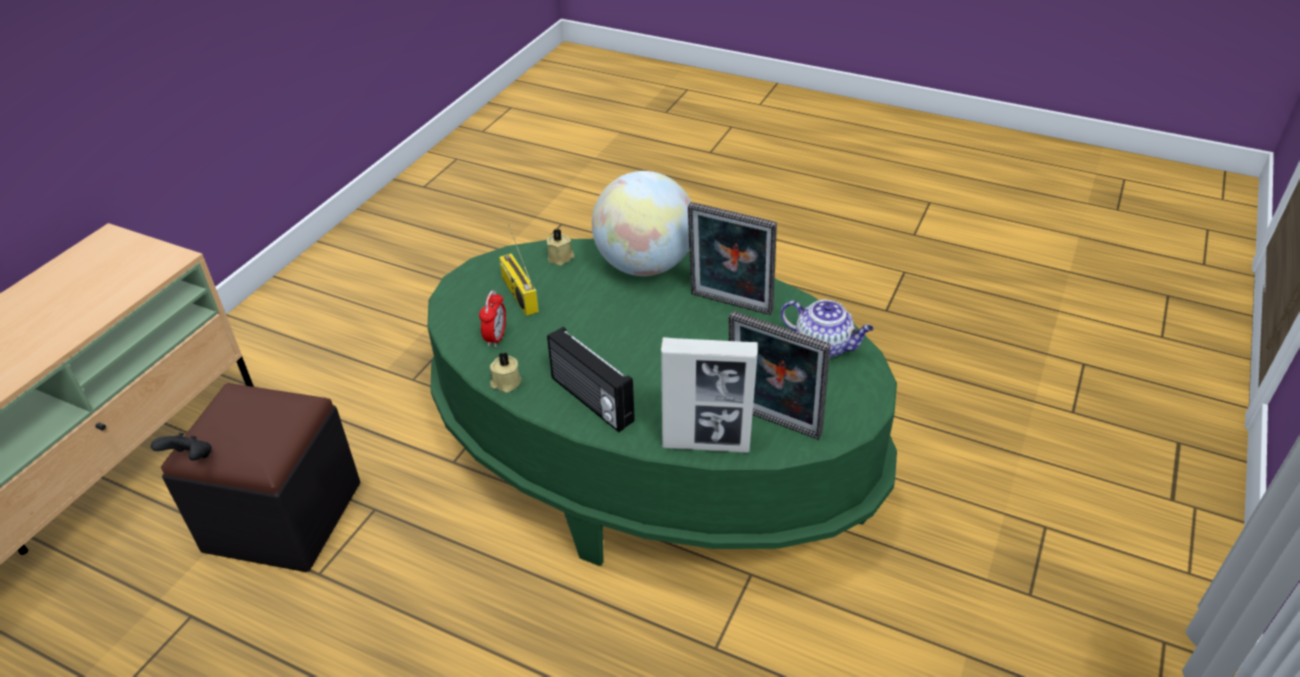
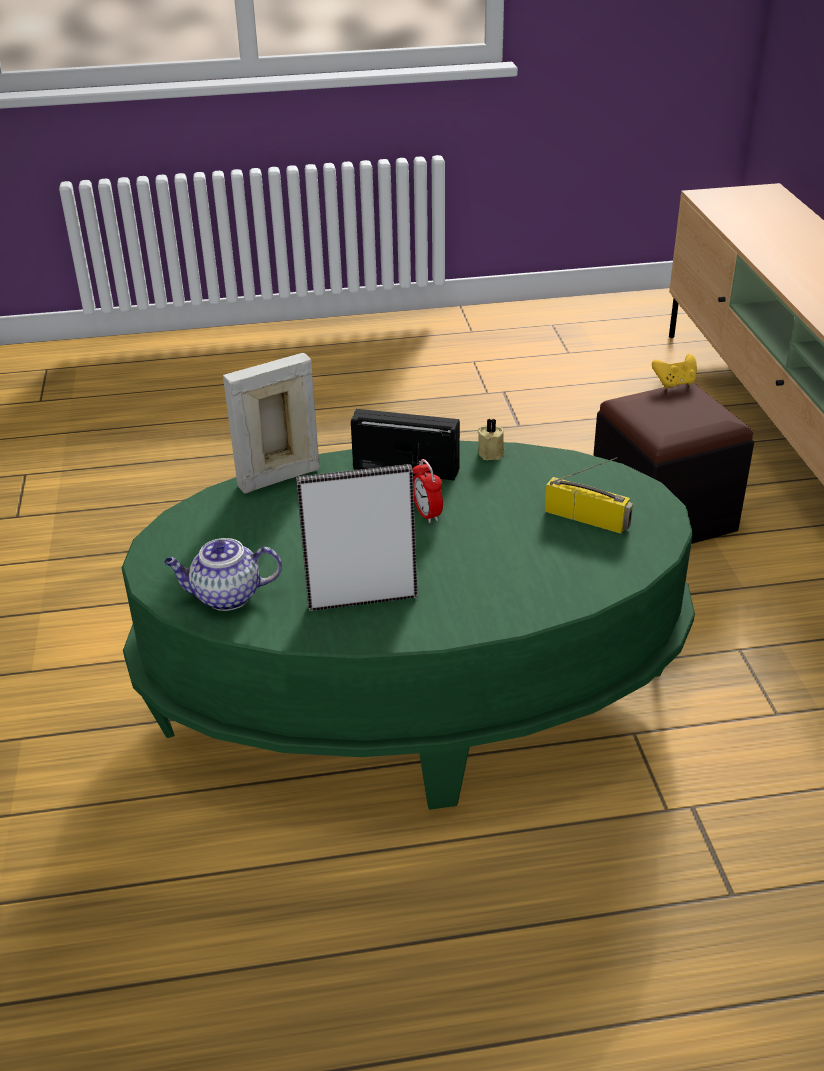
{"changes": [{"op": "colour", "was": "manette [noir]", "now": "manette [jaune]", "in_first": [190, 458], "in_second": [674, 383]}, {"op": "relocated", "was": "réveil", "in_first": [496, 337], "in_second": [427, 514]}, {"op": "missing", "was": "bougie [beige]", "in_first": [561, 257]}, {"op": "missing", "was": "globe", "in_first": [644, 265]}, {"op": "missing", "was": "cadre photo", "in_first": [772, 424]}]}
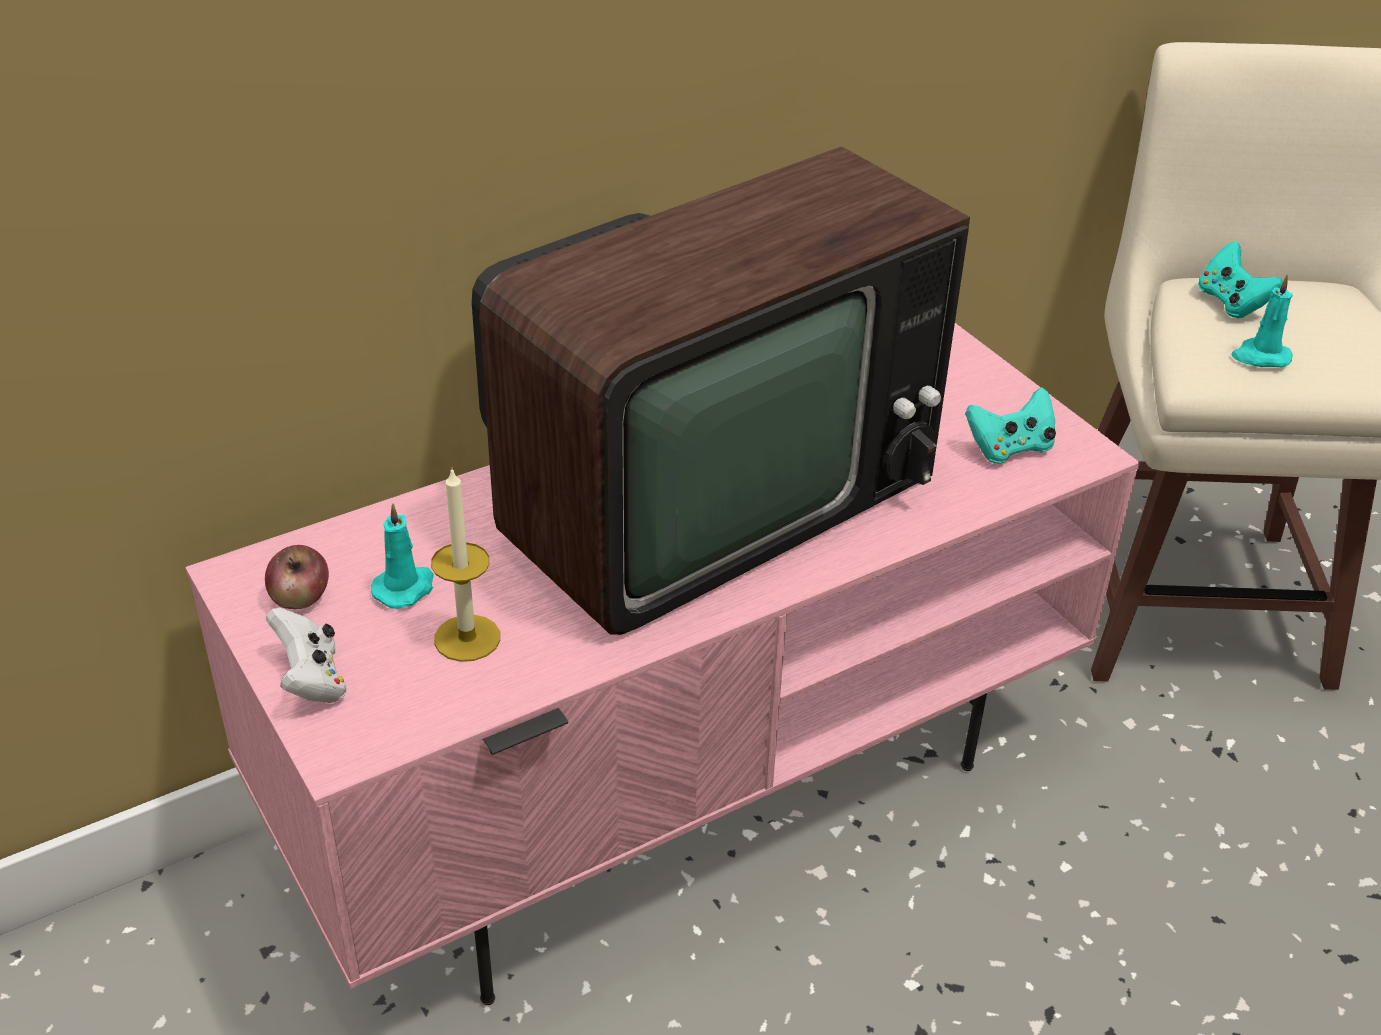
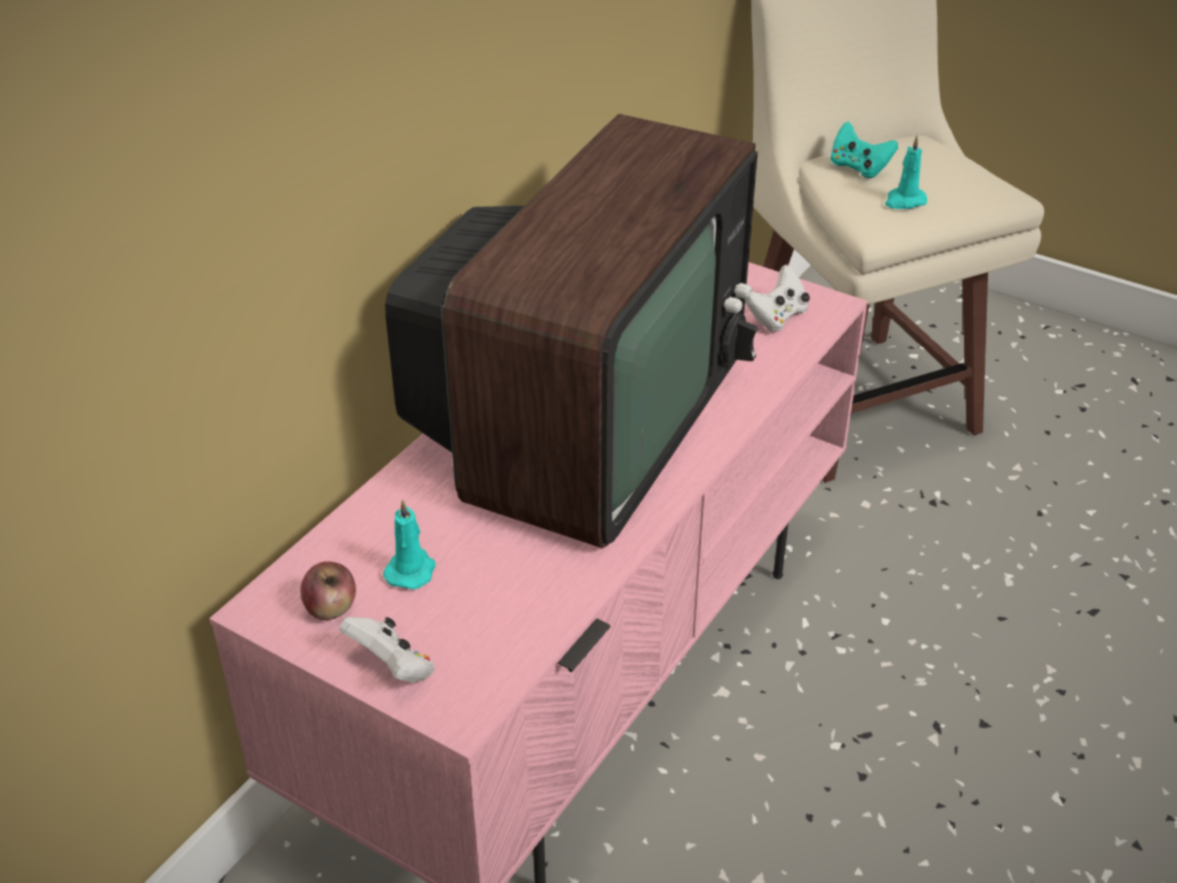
{"changes": [{"op": "missing", "was": "bougie", "in_first": [467, 638]}, {"op": "colour", "was": "manette [turquoise]", "now": "manette [blanc]", "in_first": [1010, 448], "in_second": [776, 317]}]}
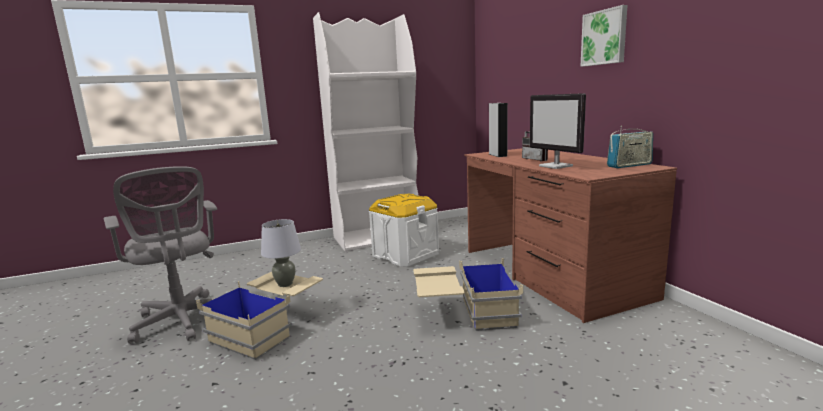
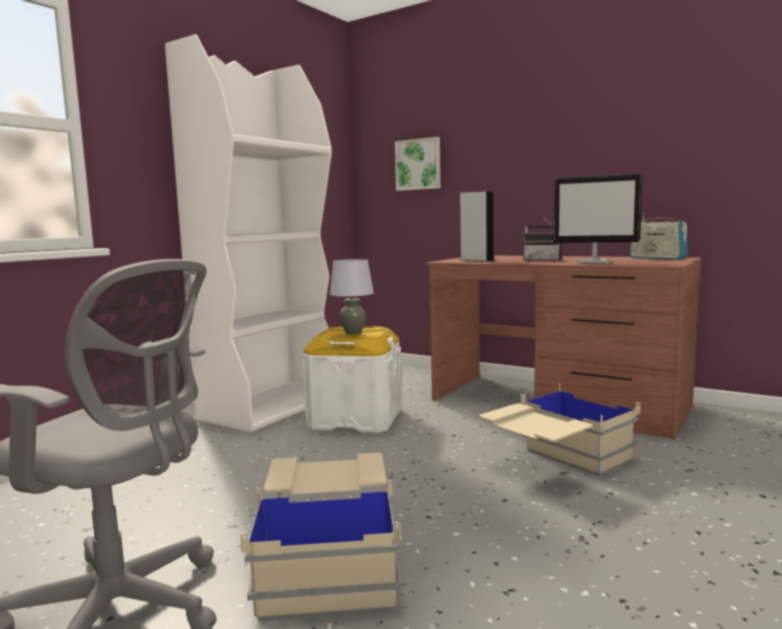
{"changes": [{"op": "relocated", "was": "lampe de table [gris]", "in_first": [285, 284], "in_second": [353, 333]}, {"op": "relocated", "was": "tableau", "in_first": [604, 37], "in_second": [418, 164]}, {"op": "spun", "was": "radio", "in_first": [629, 165], "in_second": [657, 258], "clockwise": 105}]}
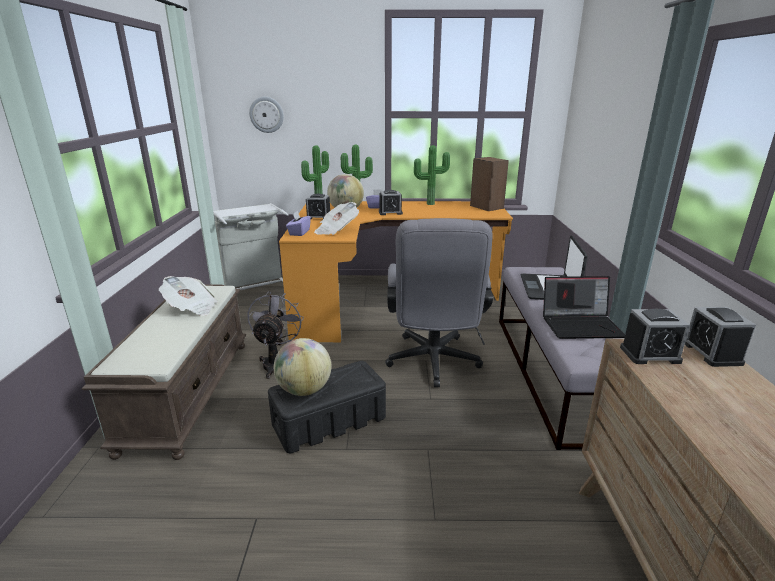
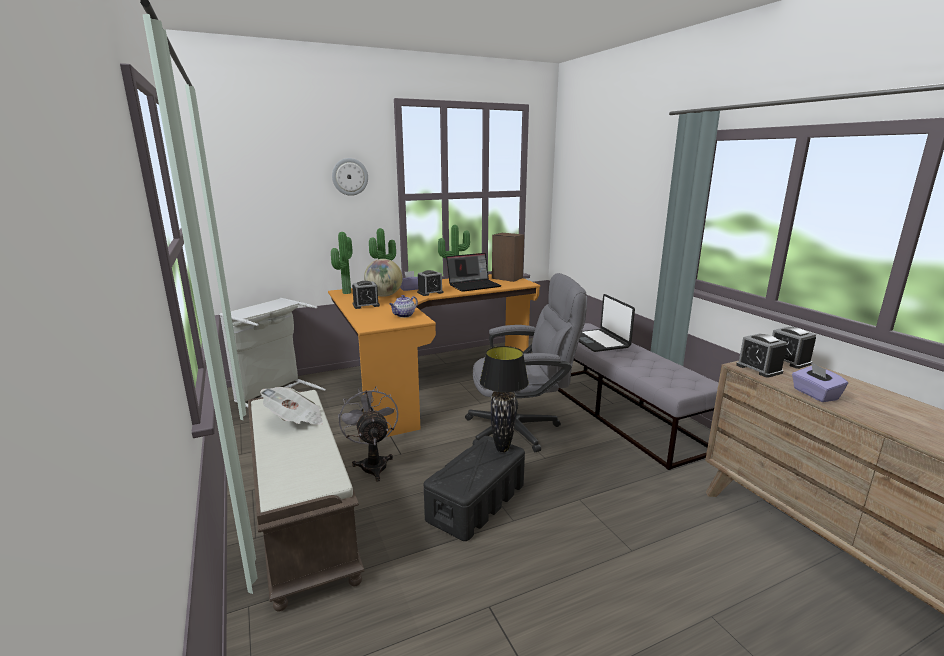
{"changes": [{"op": "relocated", "was": "horloge murale", "in_first": [266, 114], "in_second": [350, 176]}, {"op": "missing", "was": "globe", "in_first": [304, 390]}, {"op": "relocated", "was": "boîte à mouchoirs [violet]", "in_first": [299, 233], "in_second": [814, 394]}, {"op": "exchanged", "was": "journal", "now": "théière", "in_first": [336, 230], "in_second": [404, 315]}, {"op": "spun", "was": "chaise de bureau [gris]", "in_first": [433, 364], "in_second": [521, 428], "clockwise": -75}, {"op": "relocated", "was": "ordinateur portable", "in_first": [581, 325], "in_second": [474, 285]}, {"op": "spun", "was": "réveil", "in_first": [650, 354], "in_second": [759, 369], "clockwise": 90}, {"op": "appeared", "now": "lampe de table [noir]", "in_second": [502, 449]}]}
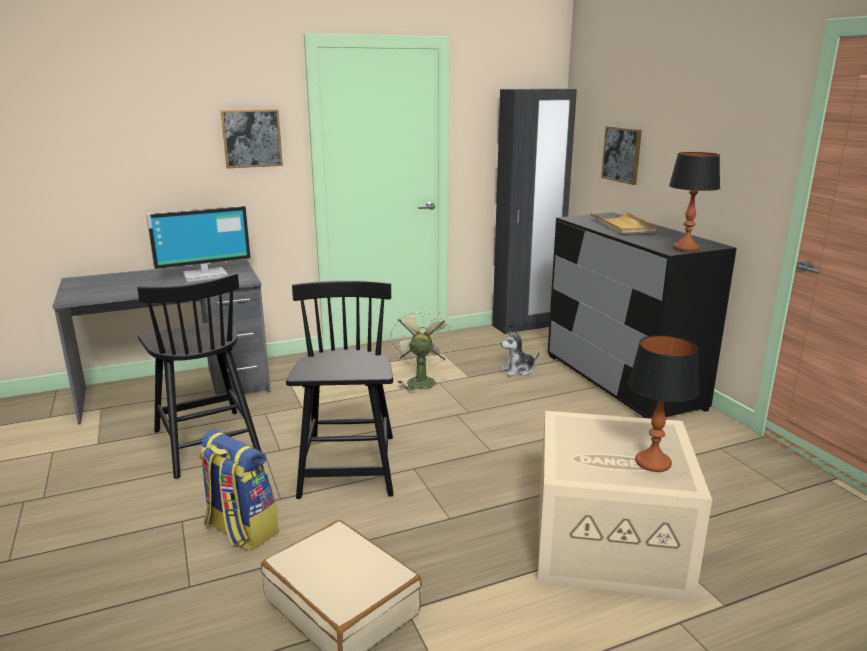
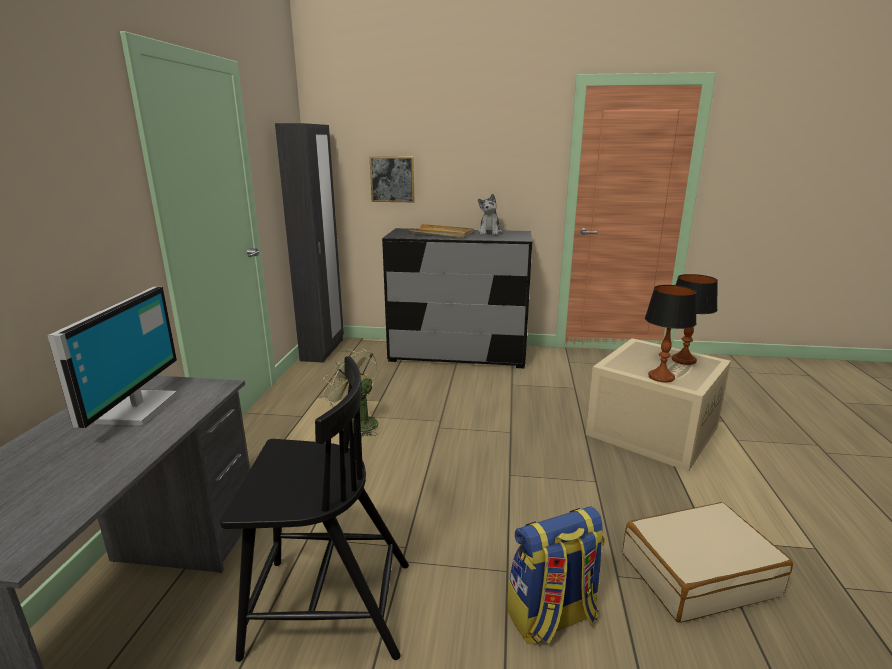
{"changes": [{"op": "missing", "was": "tableau", "in_first": [252, 138]}, {"op": "missing", "was": "chaise [noir]", "in_first": [348, 467]}, {"op": "relocated", "was": "peluche", "in_first": [518, 370], "in_second": [490, 232]}, {"op": "relocated", "was": "lampe de table", "in_first": [686, 248], "in_second": [661, 377]}]}
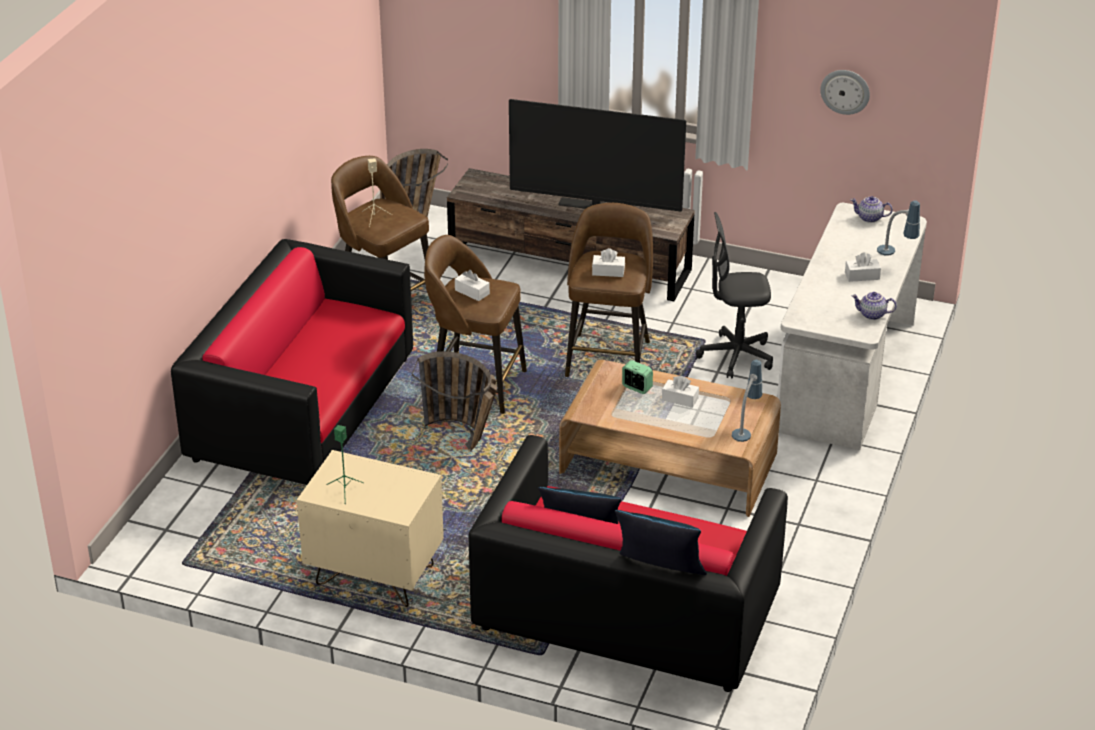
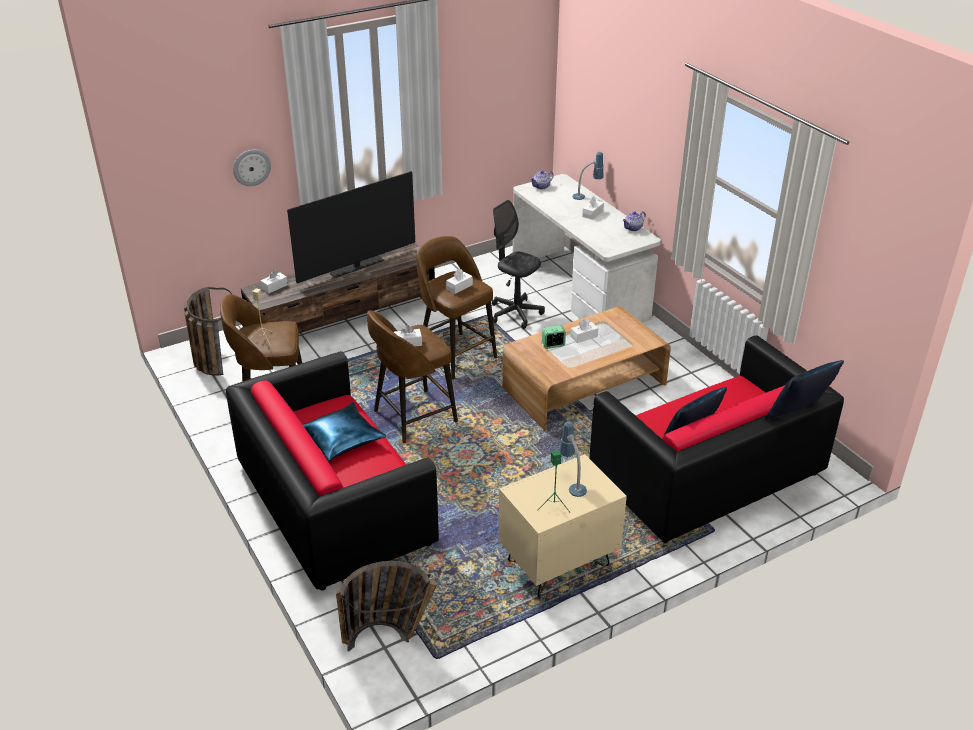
{"changes": [{"op": "relocated", "was": "panier", "in_first": [464, 440], "in_second": [390, 637]}, {"op": "spun", "was": "chaise de bureau [gris]", "in_first": [736, 356], "in_second": [515, 313], "clockwise": 90}, {"op": "relocated", "was": "lampe de table", "in_first": [746, 428], "in_second": [572, 482]}, {"op": "relocated", "was": "horloge murale", "in_first": [845, 91], "in_second": [251, 167]}, {"op": "appeared", "now": "boîte à mouchoirs [blanc]", "in_second": [274, 287]}, {"op": "appeared", "now": "coussin [bleu]", "in_second": [341, 439]}]}
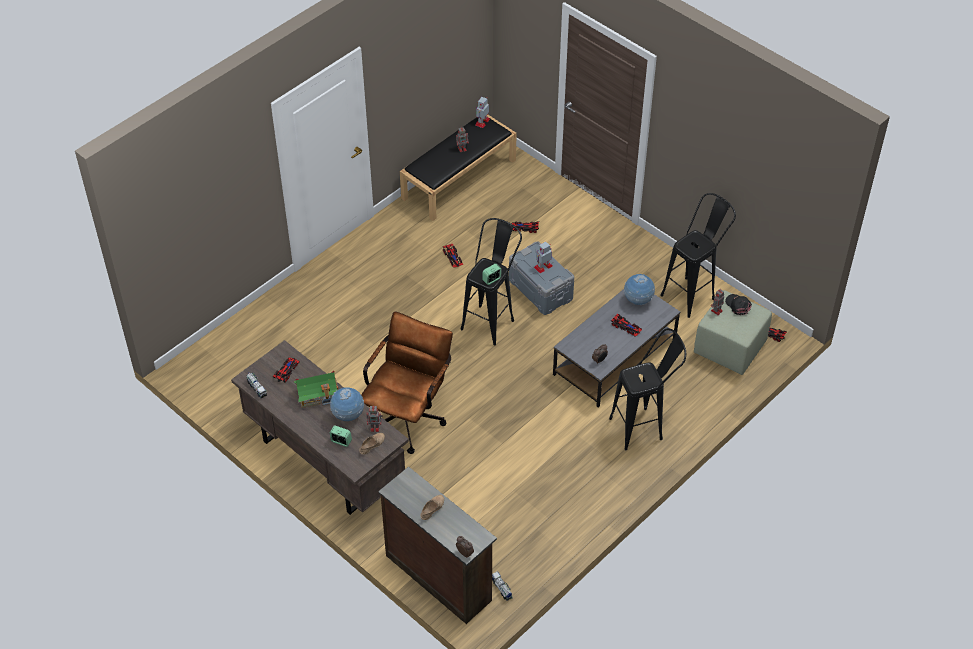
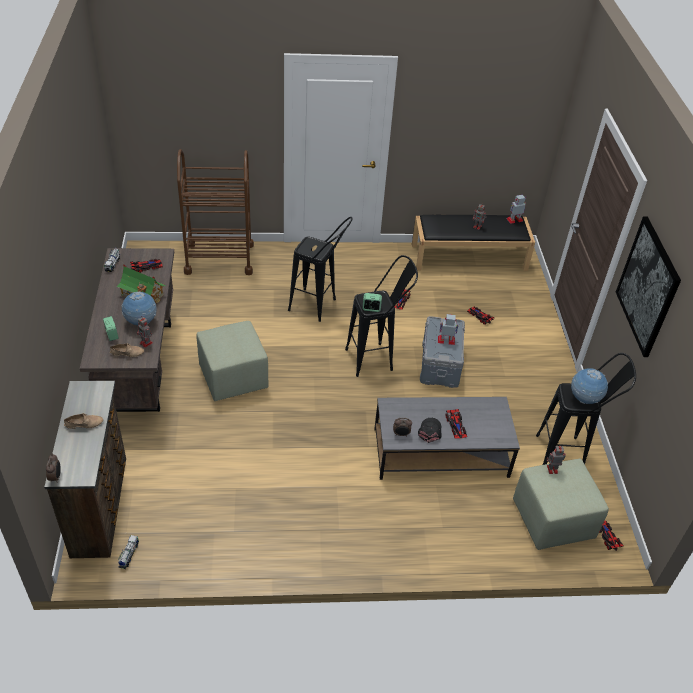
{"changes": [{"op": "exchanged", "was": "chaise de bureau [marron]", "now": "pouf [vert]", "in_first": [408, 415], "in_second": [234, 378]}, {"op": "relocated", "was": "tabouret [noir]", "in_first": [644, 426], "in_second": [319, 307]}, {"op": "relocated", "was": "globe", "in_first": [638, 300], "in_second": [584, 399]}, {"op": "relocated", "was": "casquette [noir]", "in_first": [738, 305], "in_second": [430, 431]}, {"op": "appeared", "now": "chariot [marron]", "in_second": [219, 258]}, {"op": "appeared", "now": "tableau", "in_second": [648, 286]}]}
